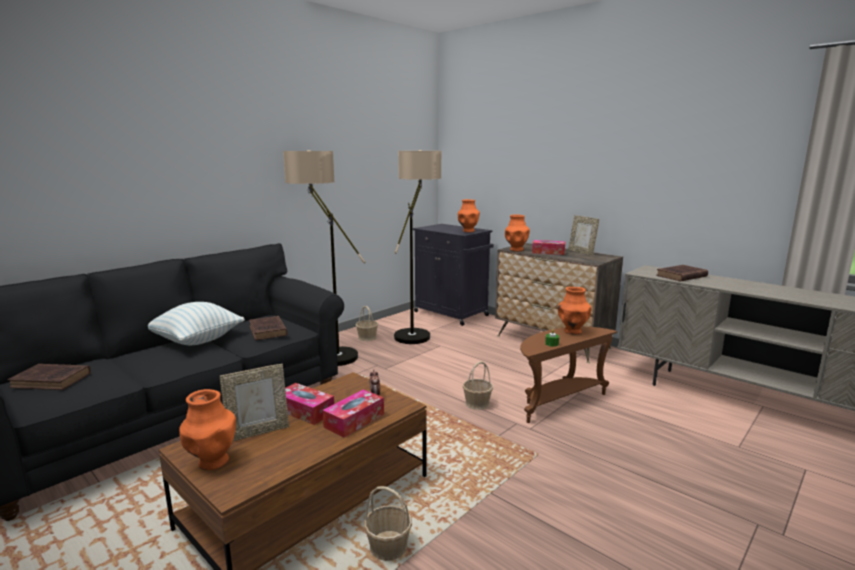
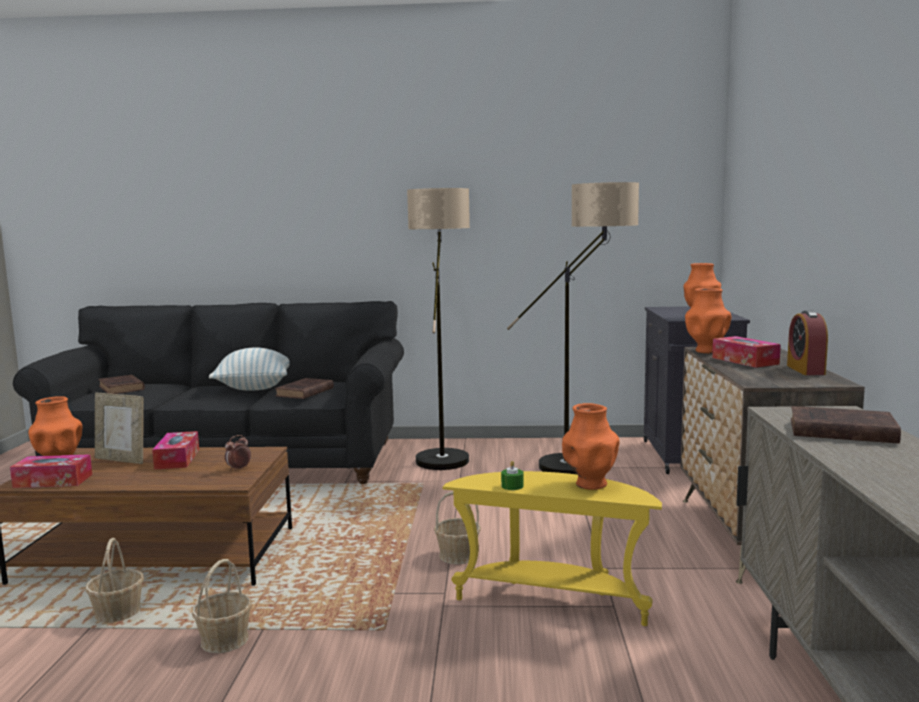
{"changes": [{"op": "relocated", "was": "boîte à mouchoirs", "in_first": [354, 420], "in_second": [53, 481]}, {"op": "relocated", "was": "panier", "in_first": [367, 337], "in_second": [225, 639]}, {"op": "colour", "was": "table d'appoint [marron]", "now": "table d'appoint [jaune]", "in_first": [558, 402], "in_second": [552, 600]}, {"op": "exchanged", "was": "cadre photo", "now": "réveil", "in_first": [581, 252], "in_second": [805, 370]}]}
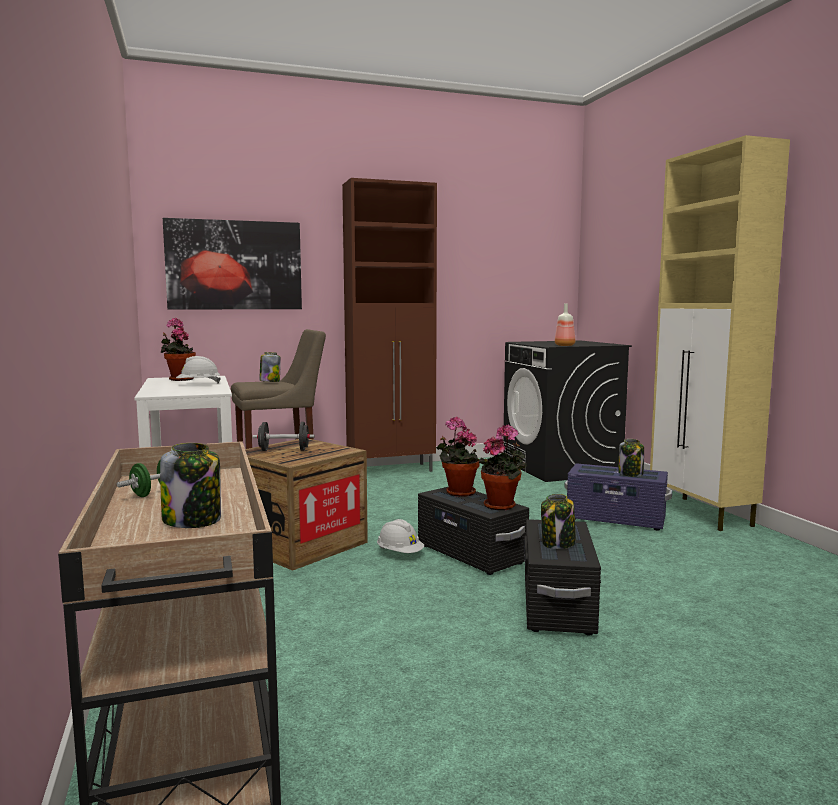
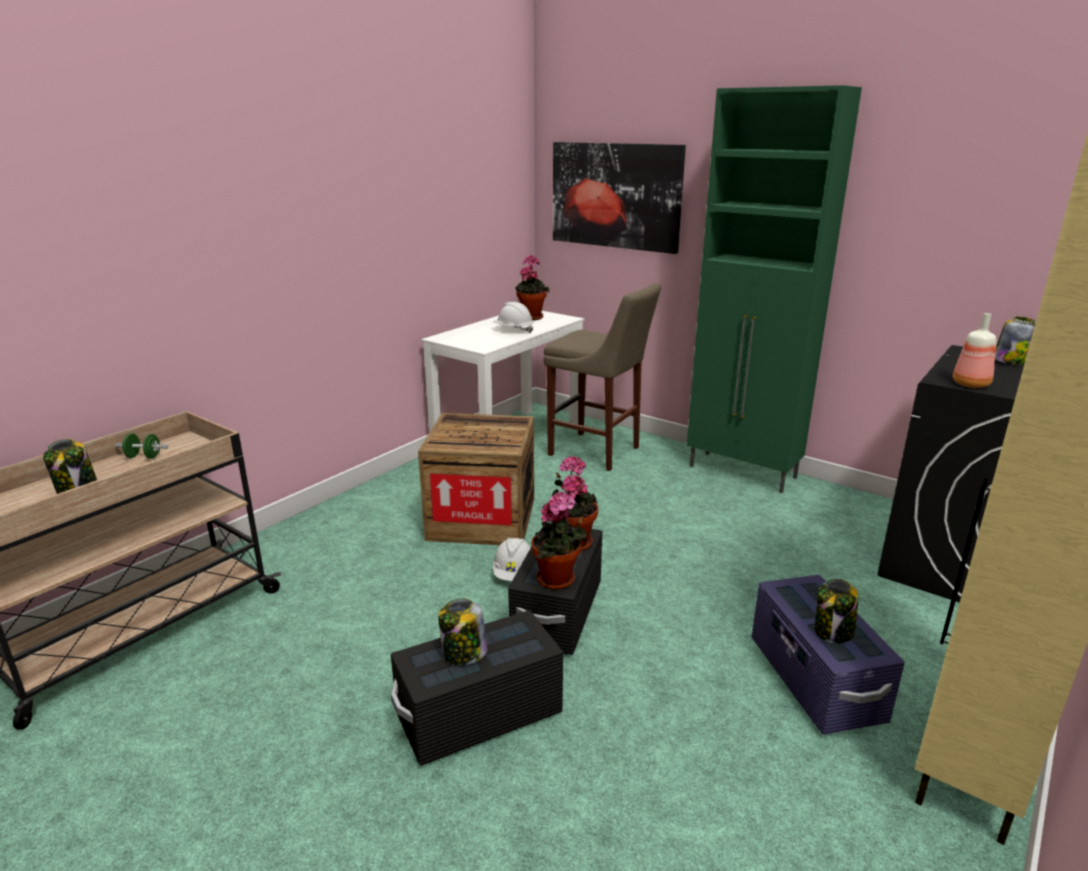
{"changes": [{"op": "missing", "was": "haltère [noir]", "in_first": [284, 450]}, {"op": "relocated", "was": "bocal", "in_first": [270, 381], "in_second": [1009, 361]}, {"op": "colour", "was": "meuble de rangement [marron]", "now": "meuble de rangement [vert]", "in_first": [392, 470], "in_second": [743, 472]}]}
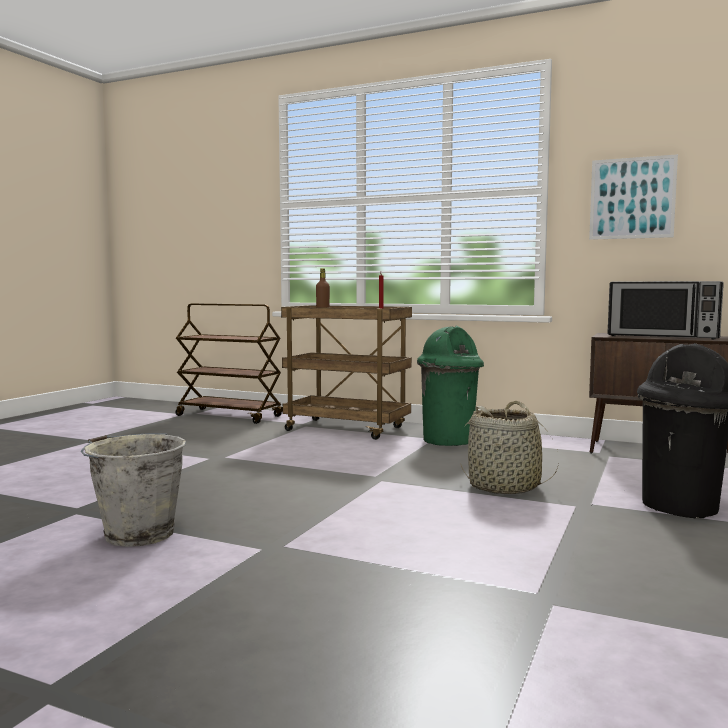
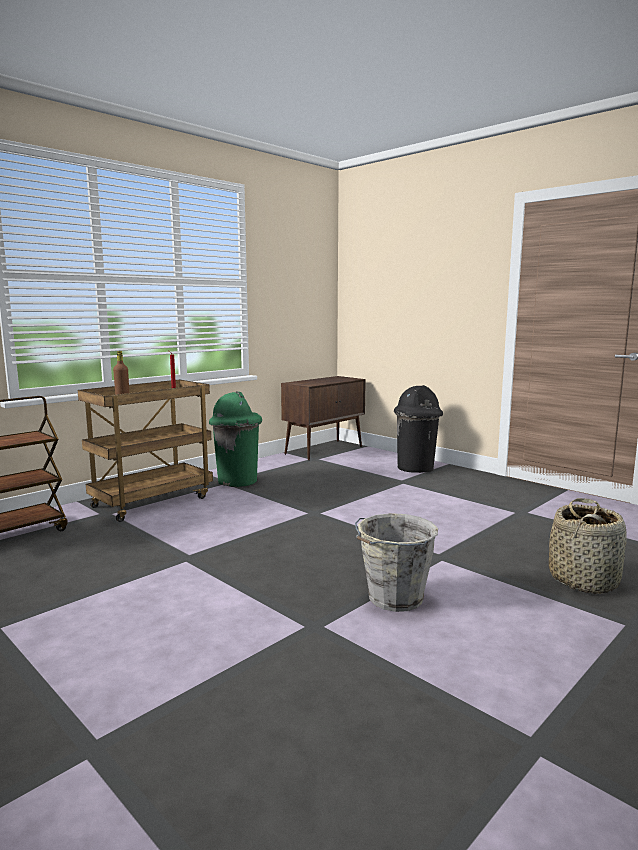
{"changes": [{"op": "relocated", "was": "panier", "in_first": [504, 486], "in_second": [584, 580]}, {"op": "missing", "was": "tableau", "in_first": [632, 198]}, {"op": "missing", "was": "micro-ondes", "in_first": [663, 336]}]}
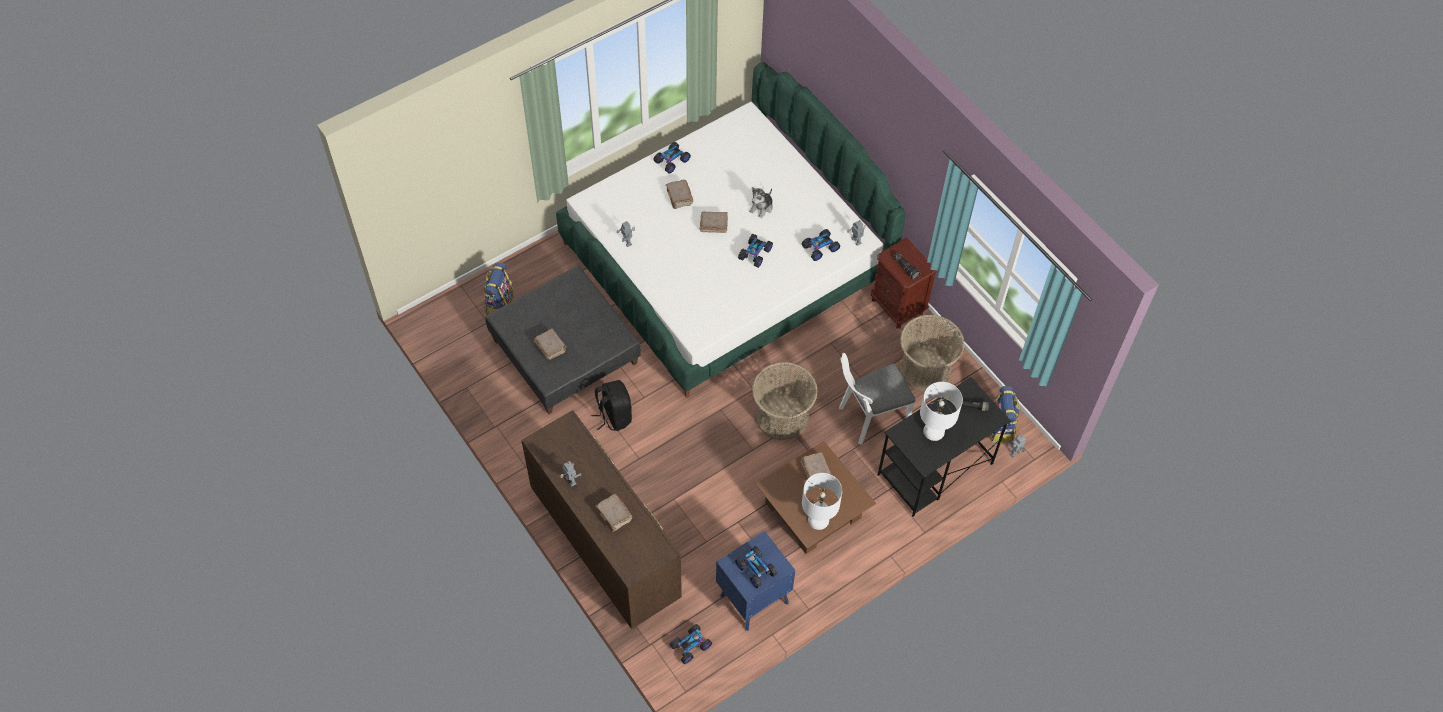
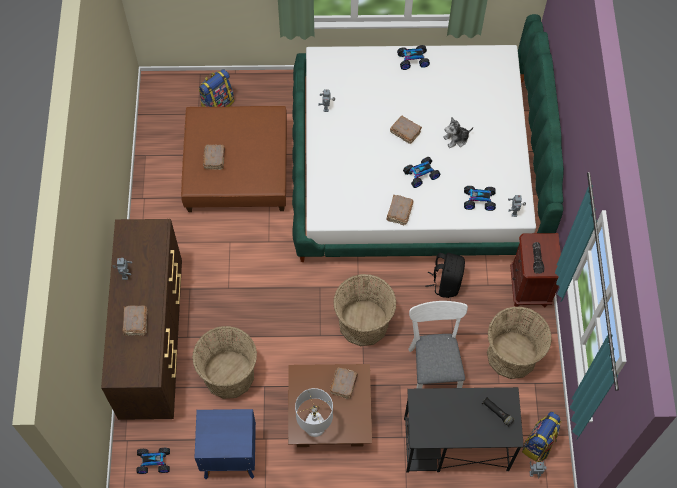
{"changes": [{"op": "colour", "was": "pouf [gris]", "now": "pouf [marron]", "in_first": [566, 351], "in_second": [238, 170]}, {"op": "relocated", "was": "sac à dos [noir]", "in_first": [614, 416], "in_second": [445, 283]}, {"op": "relocated", "was": "livre [marron]", "in_first": [679, 197], "in_second": [399, 213]}, {"op": "missing", "was": "petite voiture", "in_first": [755, 569]}, {"op": "spun", "was": "chaise [blanc]", "in_first": [869, 418], "in_second": [433, 367], "clockwise": 75}, {"op": "missing", "was": "lampe de table [blanc]", "in_first": [934, 431]}, {"op": "appeared", "now": "panier", "in_second": [229, 374]}]}
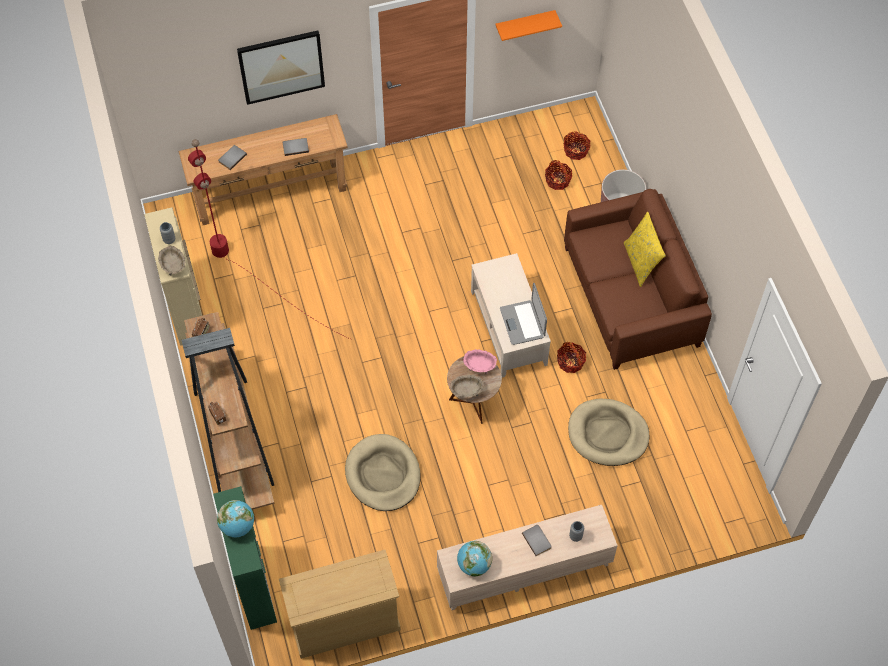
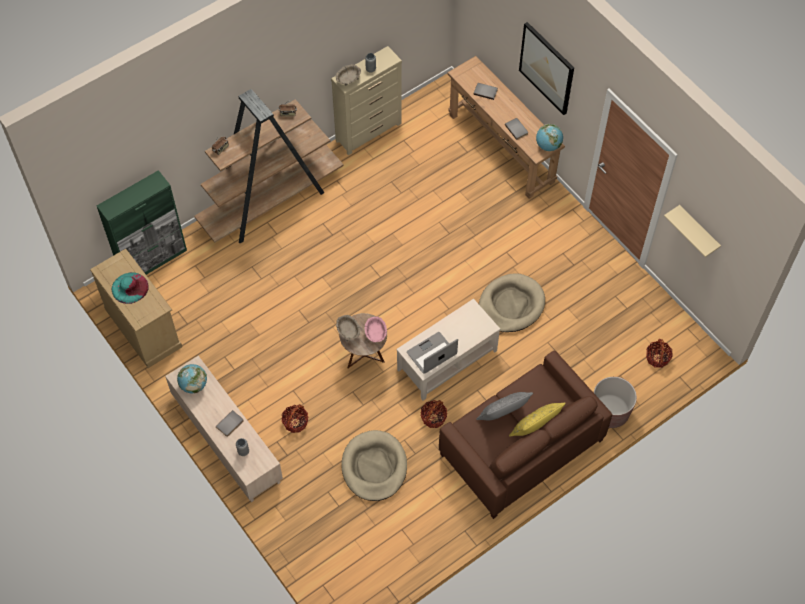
{"changes": [{"op": "missing", "was": "lampadaire [rouge]", "in_first": [255, 276]}, {"op": "relocated", "was": "globe", "in_first": [238, 526], "in_second": [548, 146]}, {"op": "relocated", "was": "panier pour chien [beige]", "in_first": [383, 474], "in_second": [511, 305]}, {"op": "colour", "was": "étagère [orange]", "now": "étagère [beige]", "in_first": [524, 25], "in_second": [698, 231]}, {"op": "relocated", "was": "panier", "in_first": [558, 180], "in_second": [295, 422]}, {"op": "appeared", "now": "chapeau [turquoise]", "in_second": [130, 288]}, {"op": "appeared", "now": "coussin [gris]", "in_second": [503, 416]}]}
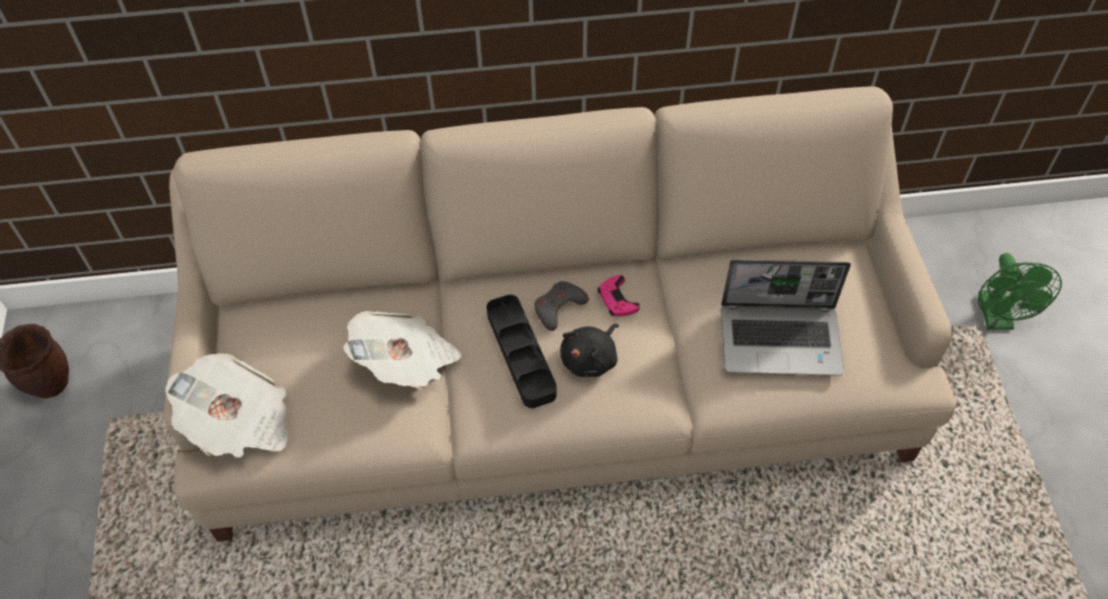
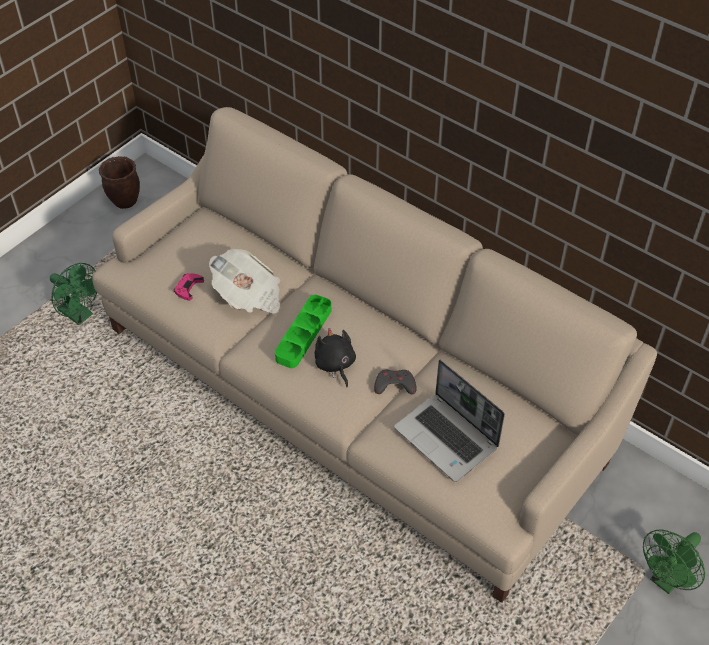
{"changes": [{"op": "missing", "was": "journal", "in_first": [239, 423]}, {"op": "colour", "was": "plateau [noir]", "now": "plateau [vert]", "in_first": [521, 354], "in_second": [303, 334]}, {"op": "relocated", "was": "manette [gris]", "in_first": [558, 307], "in_second": [394, 385]}, {"op": "spun", "was": "peluche [noir]", "in_first": [591, 359], "in_second": [335, 365], "clockwise": 75}, {"op": "relocated", "was": "manette [rose]", "in_first": [617, 299], "in_second": [188, 288]}, {"op": "appeared", "now": "ventilateur [vert]", "in_second": [80, 315]}]}
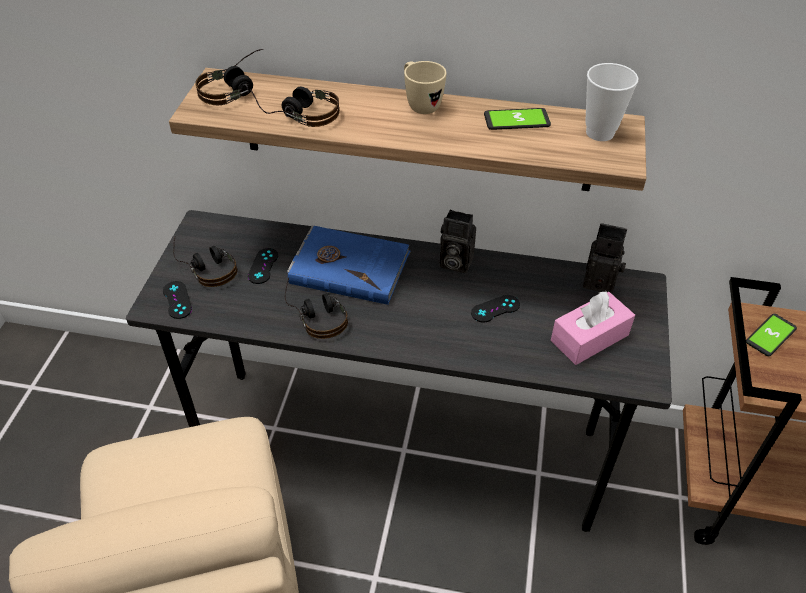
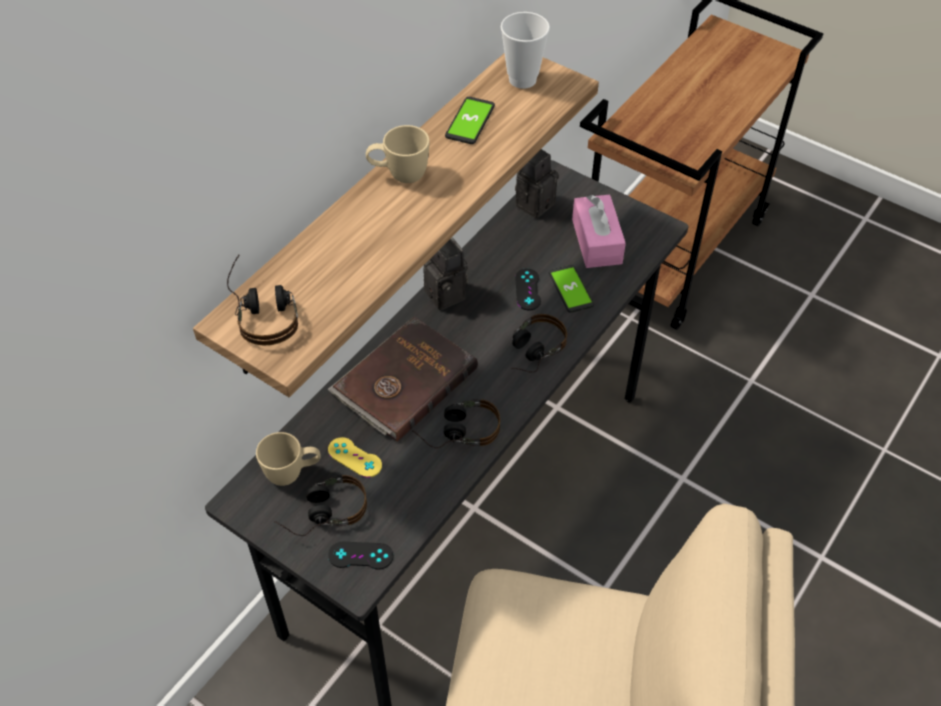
{"changes": [{"op": "colour", "was": "manette [noir]", "now": "manette [jaune]", "in_first": [263, 266], "in_second": [354, 457]}, {"op": "relocated", "was": "casque audio", "in_first": [297, 113], "in_second": [531, 353]}, {"op": "colour", "was": "livre [bleu]", "now": "livre [marron]", "in_first": [349, 267], "in_second": [403, 381]}, {"op": "spun", "was": "appareil photo", "in_first": [454, 262], "in_second": [448, 295], "clockwise": -75}, {"op": "relocated", "was": "téléphone", "in_first": [770, 335], "in_second": [571, 289]}, {"op": "appeared", "now": "mug [beige]", "in_second": [292, 473]}]}
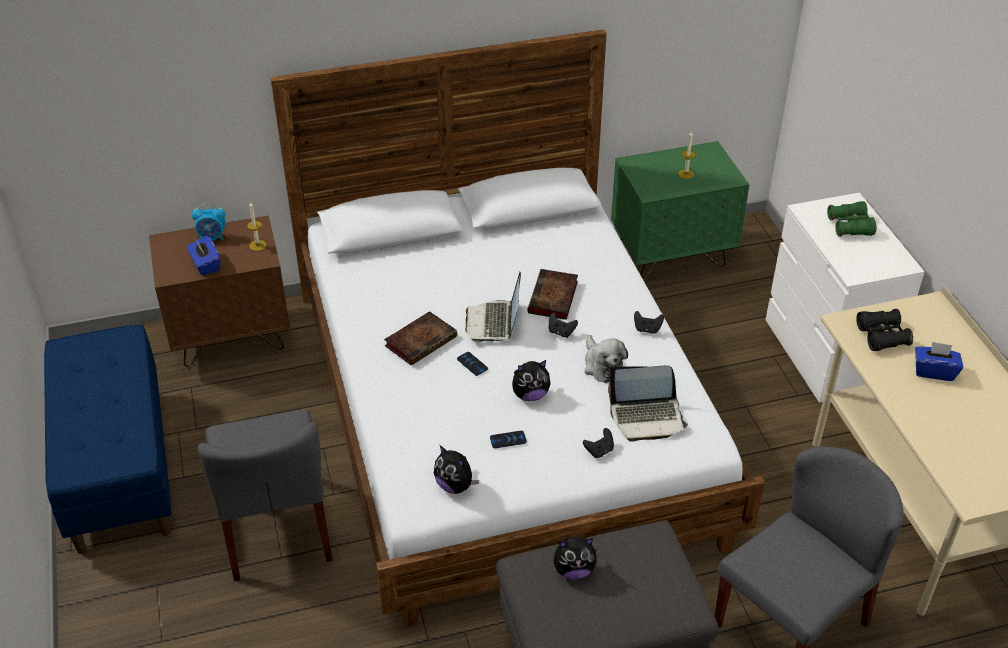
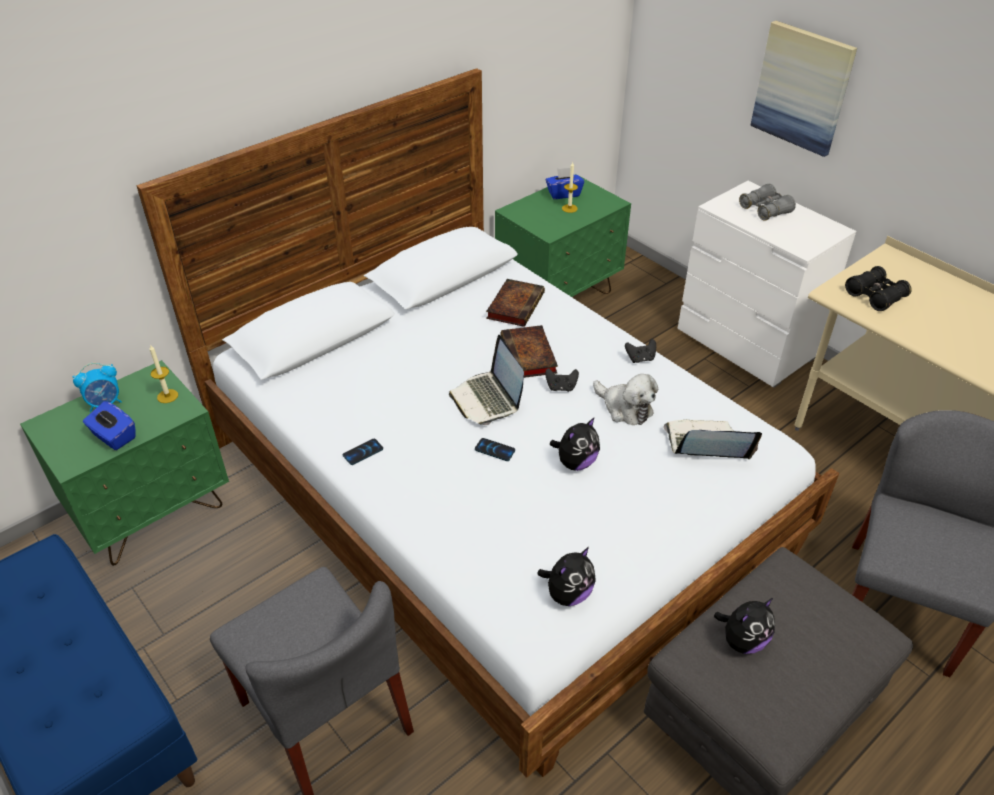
{"changes": [{"op": "colour", "was": "table de chevet [marron]", "now": "table de chevet [vert]", "in_first": [231, 337], "in_second": [153, 513]}, {"op": "relocated", "was": "livre", "in_first": [421, 340], "in_second": [515, 305]}, {"op": "spun", "was": "peluche", "in_first": [455, 485], "in_second": [567, 594], "clockwise": -60}, {"op": "relocated", "was": "téléphone", "in_first": [508, 440], "in_second": [363, 452]}, {"op": "missing", "was": "manette [noir]", "in_first": [599, 451]}, {"op": "spun", "was": "ordinateur portable", "in_first": [647, 417], "in_second": [706, 445], "clockwise": -150}, {"op": "colour", "was": "jumelles [vert]", "now": "jumelles [gris]", "in_first": [850, 226], "in_second": [765, 210]}, {"op": "relocated", "was": "boîte à mouchoirs [bleu]", "in_first": [934, 371], "in_second": [563, 194]}, {"op": "appeared", "now": "tableau", "in_second": [802, 88]}]}
